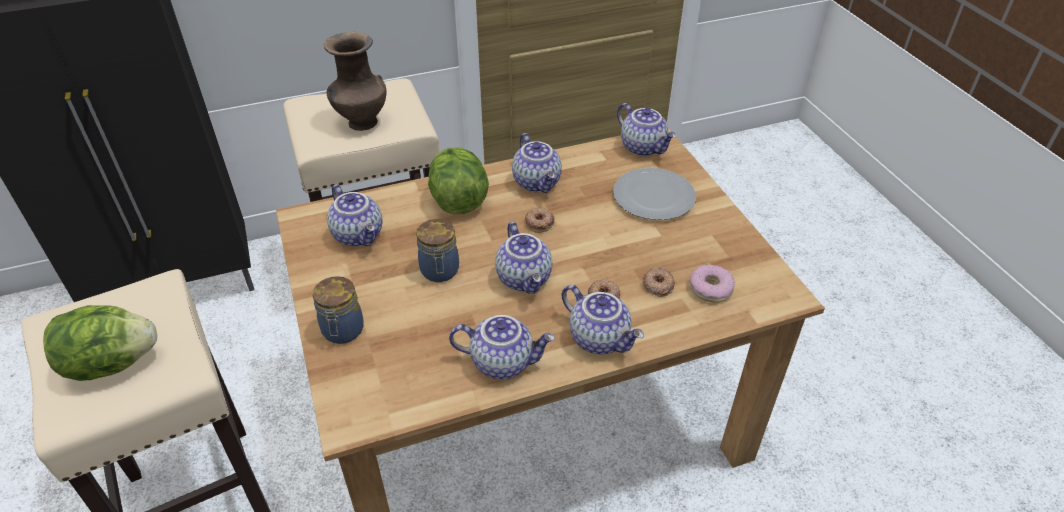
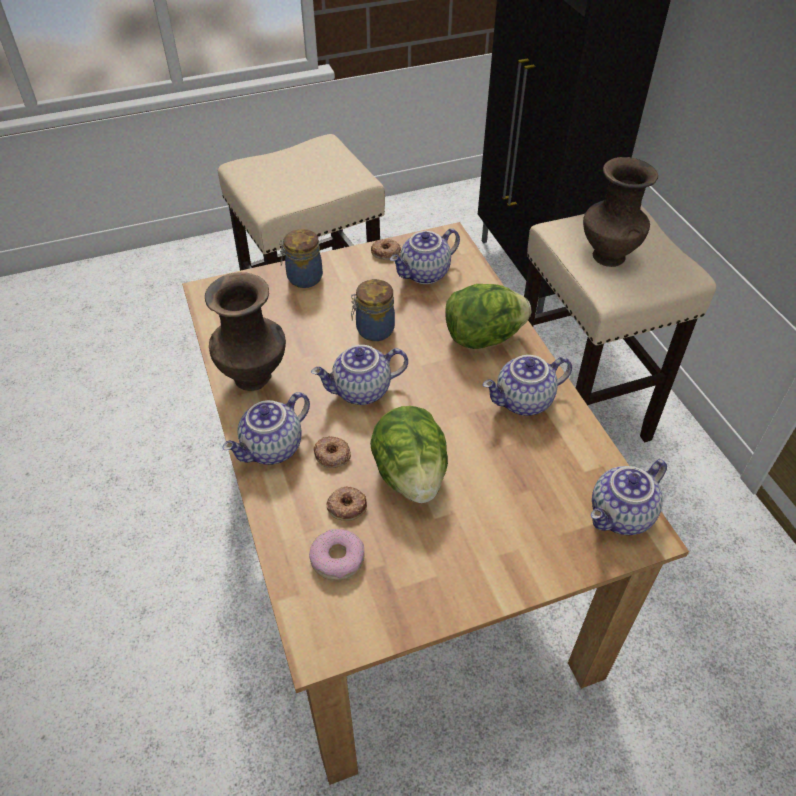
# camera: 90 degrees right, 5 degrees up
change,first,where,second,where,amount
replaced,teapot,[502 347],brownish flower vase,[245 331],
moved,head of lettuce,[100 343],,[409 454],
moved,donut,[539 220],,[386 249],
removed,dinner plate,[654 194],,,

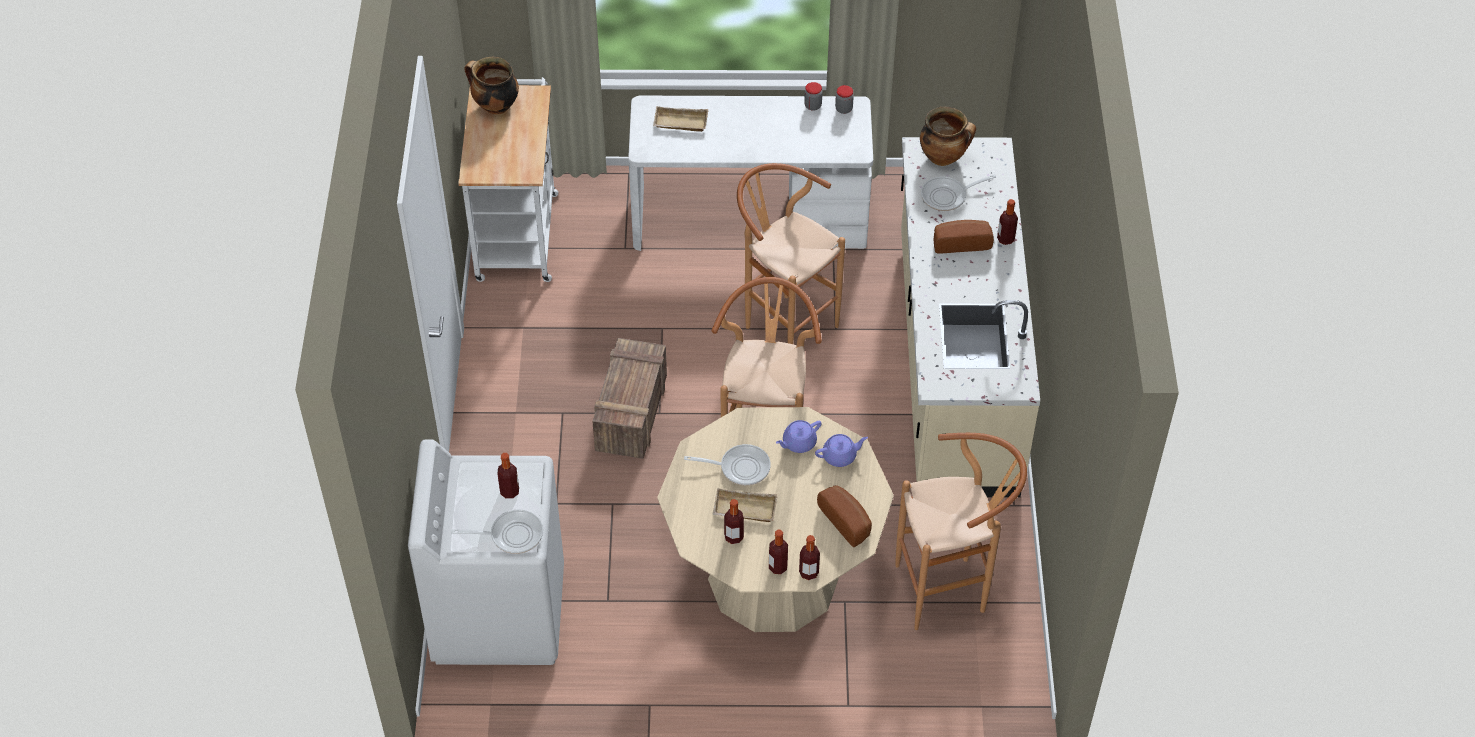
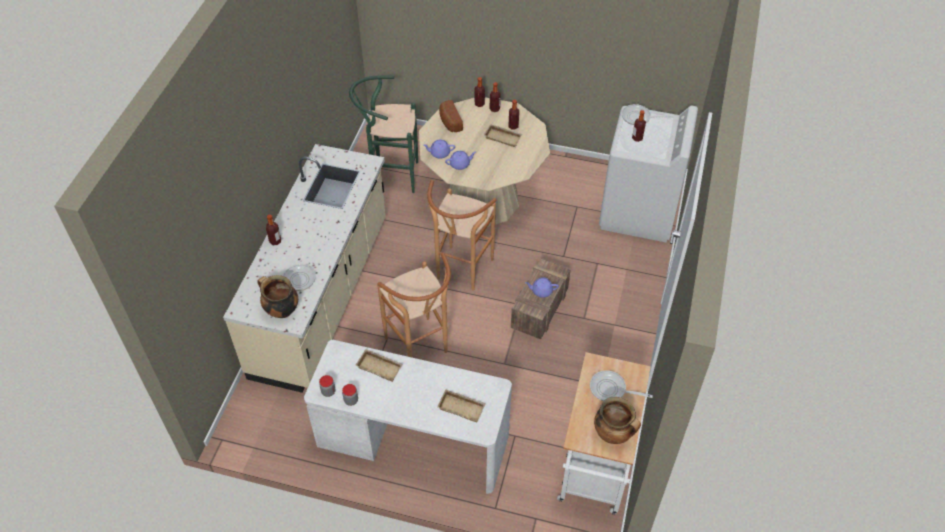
# camera: 165 degrees left, 0 degrees up
change,first,where,second,where,amount
recoloured,brownish stool seat,[961 531],green stool seat,[383 134],
added,,,beige-coloured serving tray,[379 365],
added,,,purple-coloured teapot,[542 287],
moved,skillet,[727 465],,[621 385],
removed,bread,[963 237],,,

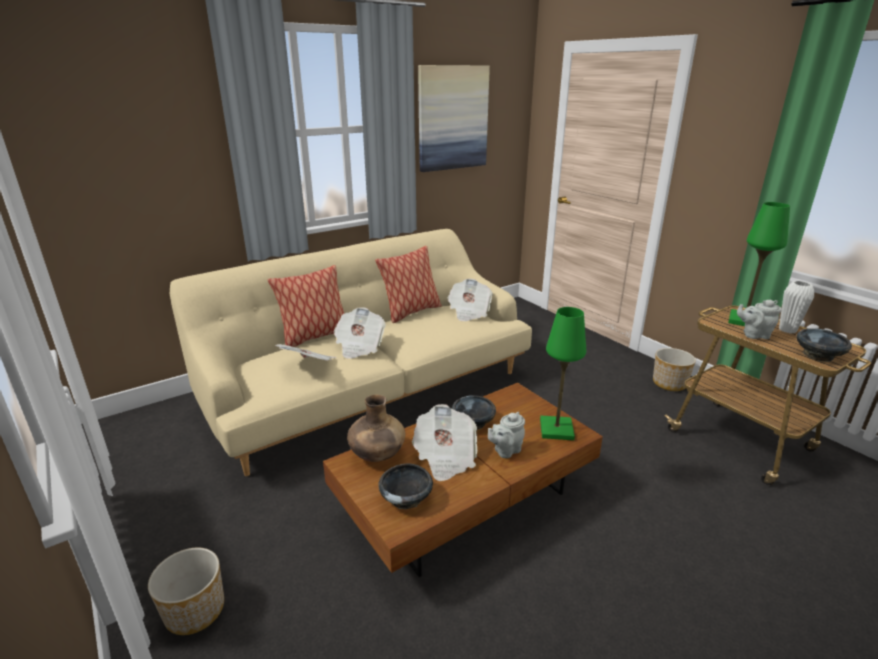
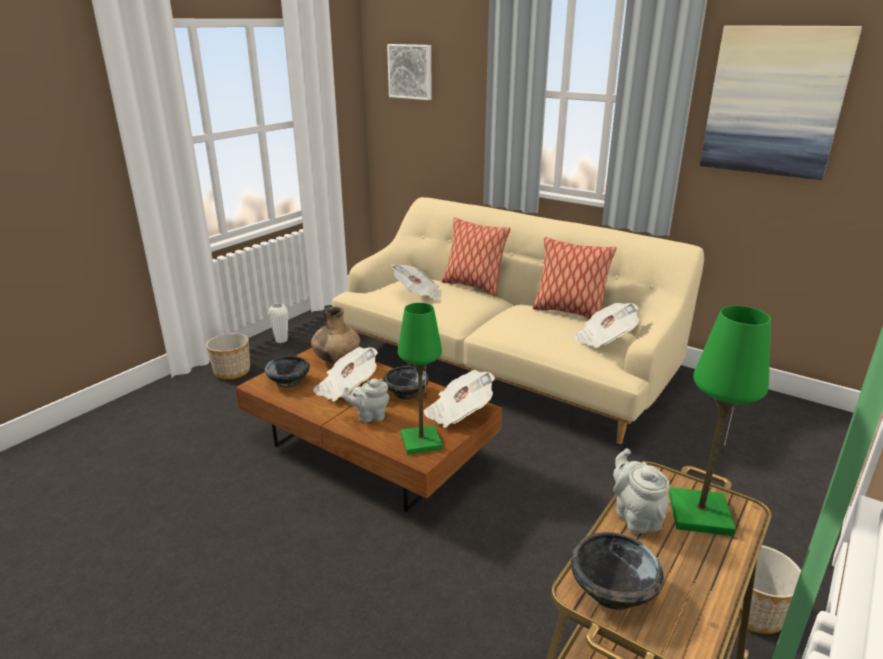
# camera: 70 degrees right, 0 degrees up
change,first,where,second,where,amount
moved,whitish flower vase,[796 307],,[278 323],
turned,gray teapot,[506 435],,[366 401],45 degrees counterclockwise
added,,,wall picture,[409 72],
moved,daily paper,[360 333],,[459 399],

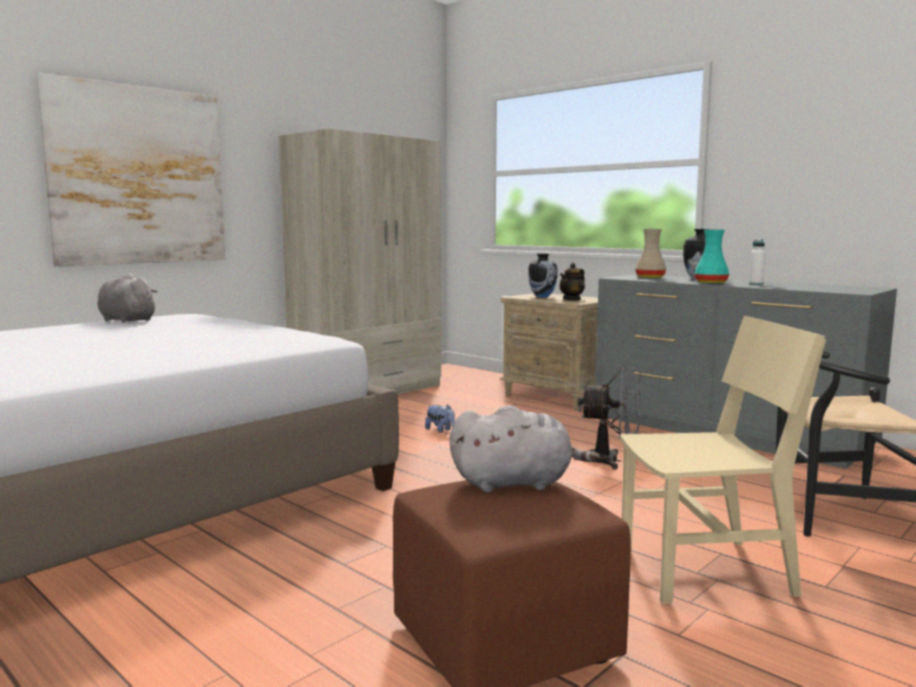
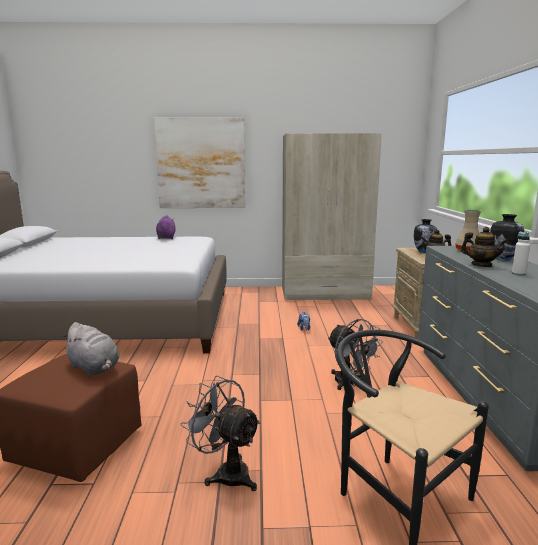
# camera: 45 degrees right, 5 degrees up
change,first,where,second,where,amount
recoloured,gray soft toy,[127 298],purple-coloured soft toy,[166 227],
replaced,beige-coloured chair,[723 460],gray electric fan,[221 433],
replaced,blue-green flower vase,[711 257],teapot,[484 247],

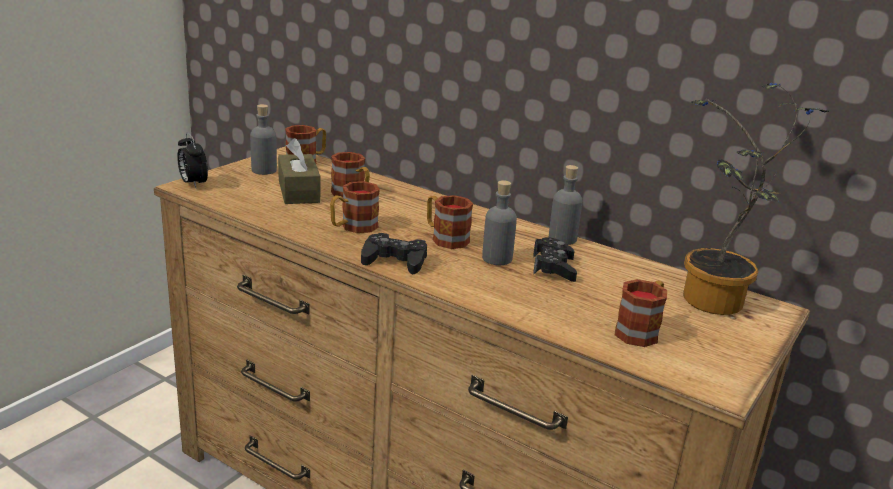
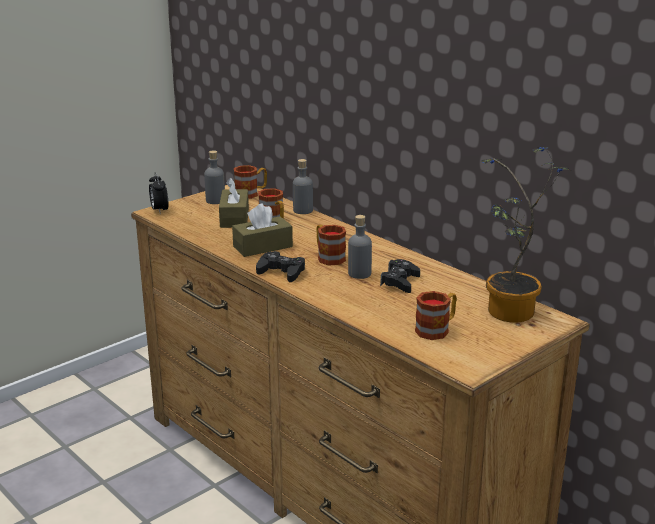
# camera: 15 degrees right, 0 degrees up
change,first,where,second,where,amount
replaced,tea mug,[355 207],brownish box of tissues,[262 230],
moved,gray bottle,[565 205],,[303 186],

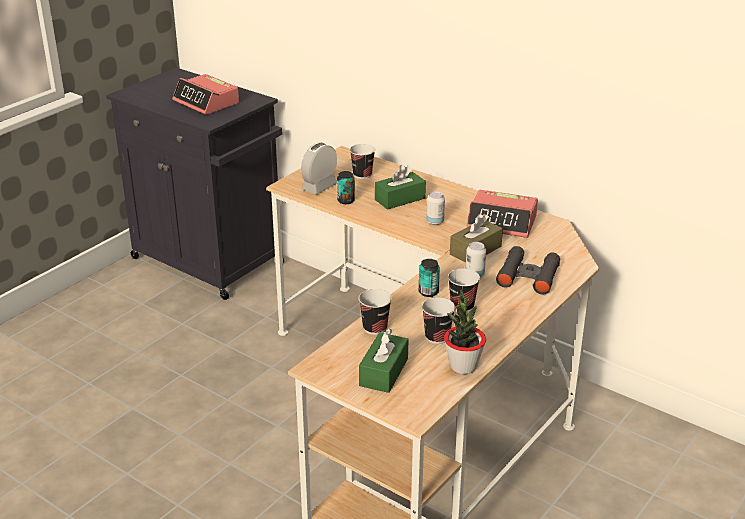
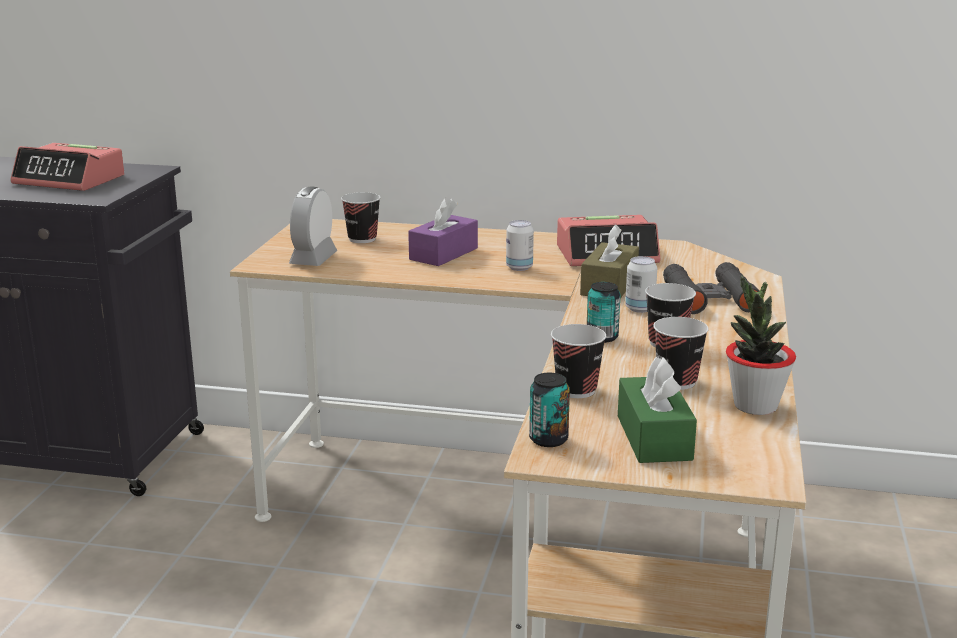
# camera: 25 degrees left, 10 degrees down
change,first,where,second,where,amount
recoloured,green box of tissues,[400 187],purple-coloured box of tissues,[443 231],
moved,metal can,[346 187],,[549 410],

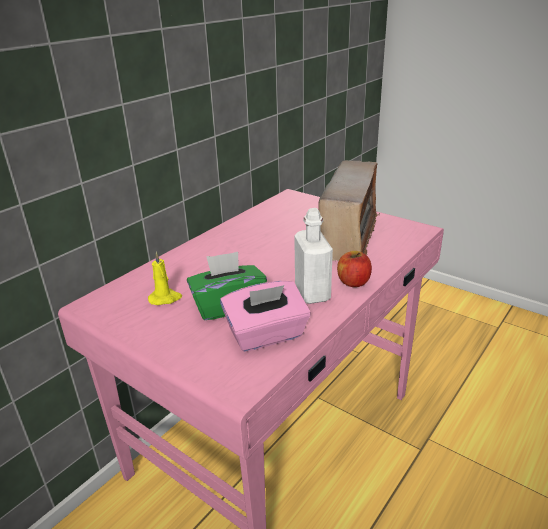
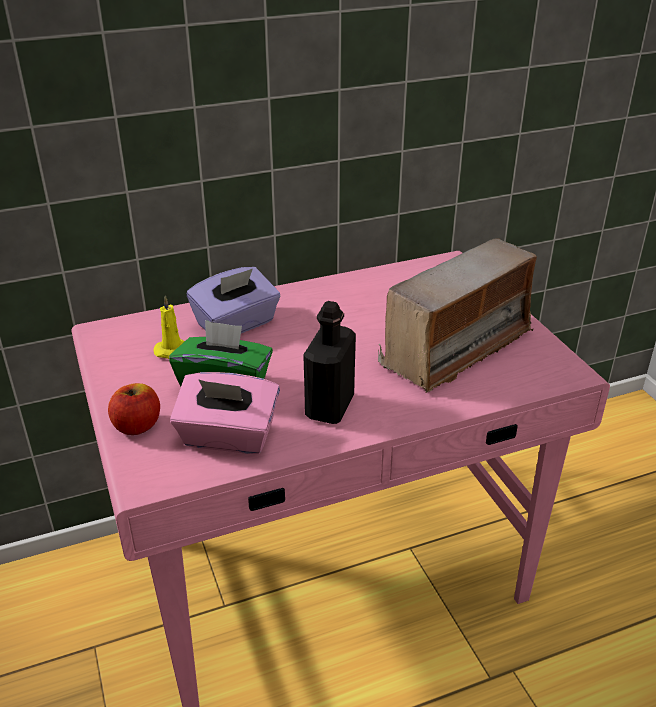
# camera: 30 degrees right, 5 degrees up
change,first,where,second,where,amount
moved,apple,[354 269],,[134 409],
added,,,purple-coloured box of tissues,[234 300],
recoloured,whitish bottle,[313 256],black bottle,[329 362],

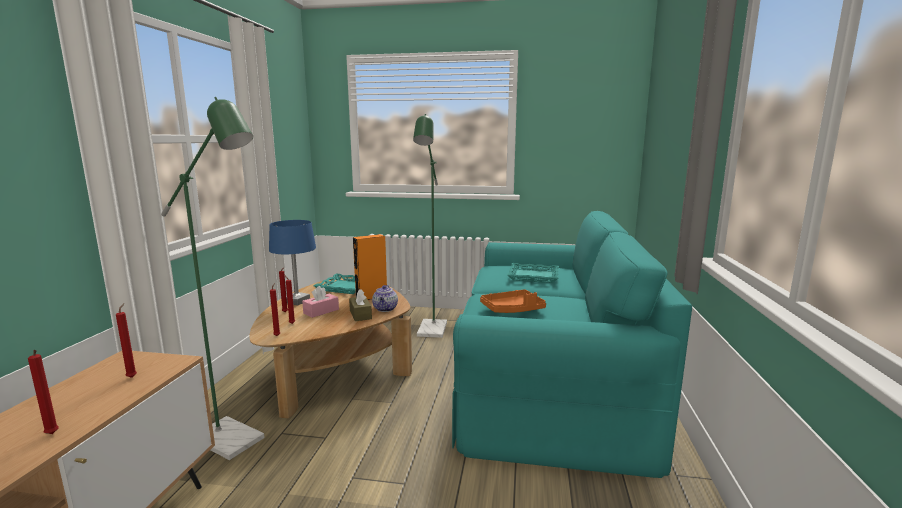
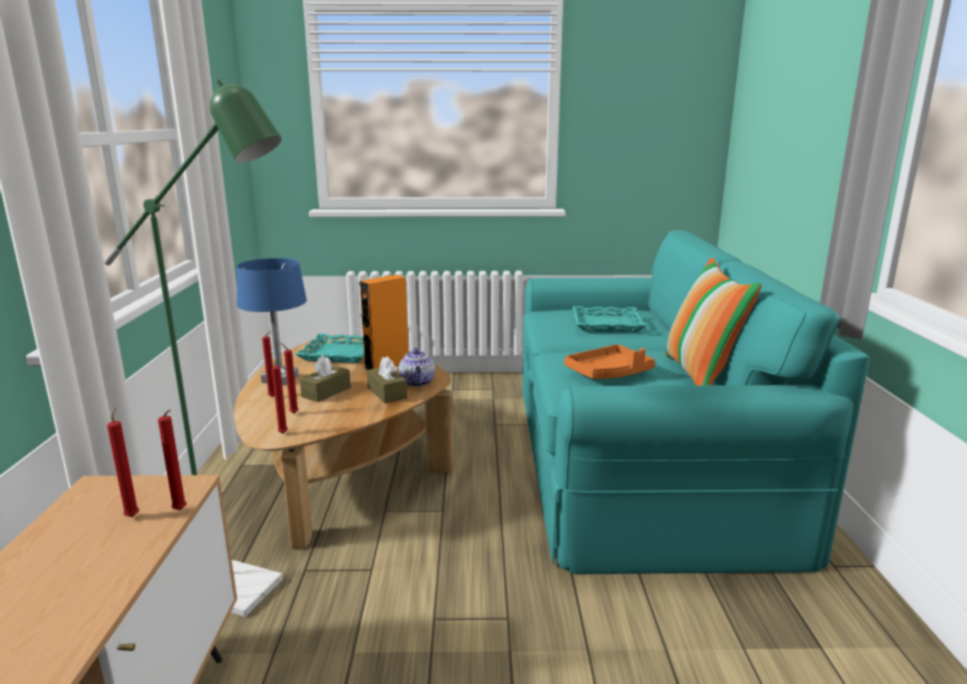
# camera: 10 degrees left, 5 degrees up
change,first,where,second,where,amount
moved,reddish wax candle,[43 392],,[172 459],
recoloured,pinkish box of tissues,[320 302],brownish box of tissues,[325 378],
added,,,pillow,[713 321],
removed,green standing lamp,[430 226],,,

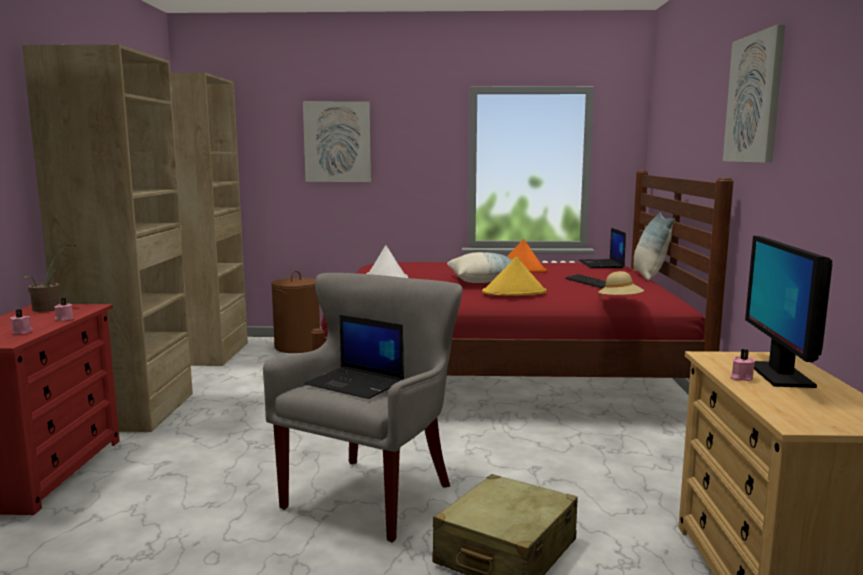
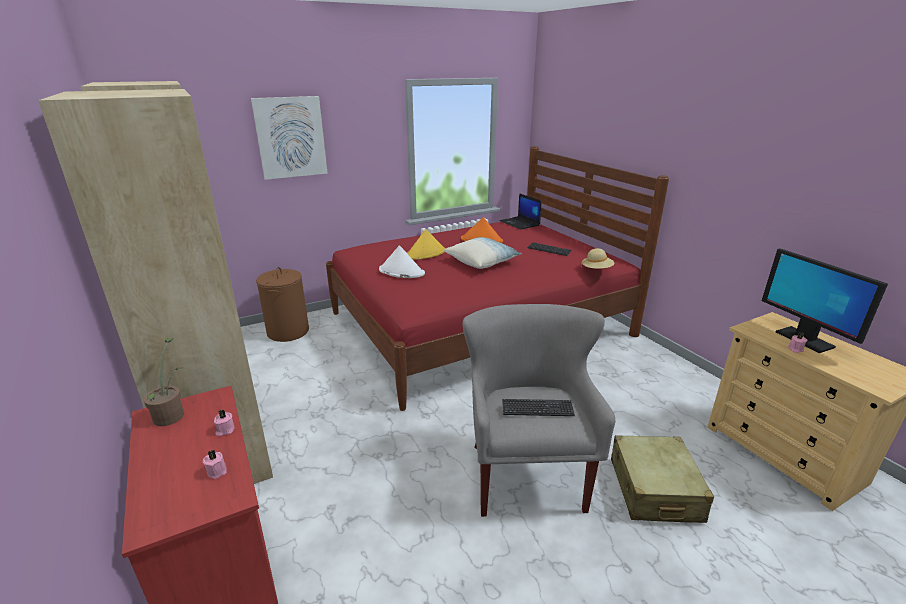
# camera: 30 degrees left, 15 degrees up
change,first,where,second,where,amount
moved,yellowish wearable hat,[514 275],,[426 244],
replaced,laptop,[354 357],computer keyboard,[538 407],
removed,pillow,[654 246],,,
removed,wall picture,[754 93],,,

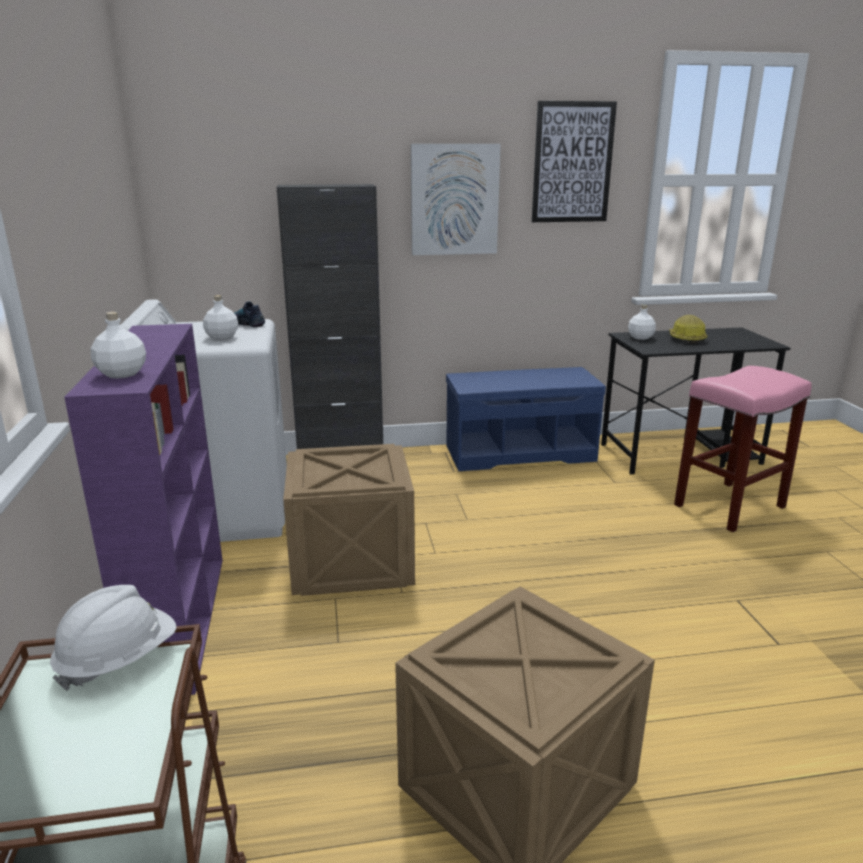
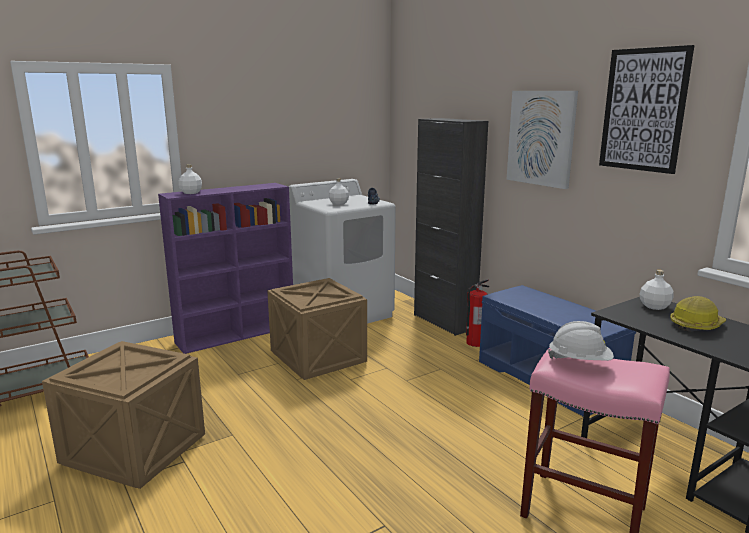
# camera: 65 degrees right, 5 degrees down
change,first,where,second,where,amount
added,,,extinguisher,[477 313],
moved,whitish work helmet,[113 638],,[581 341],

